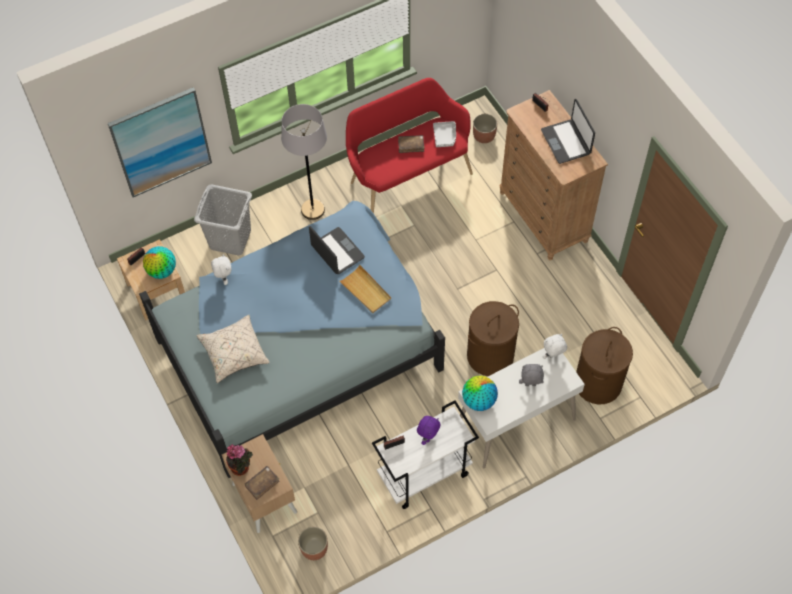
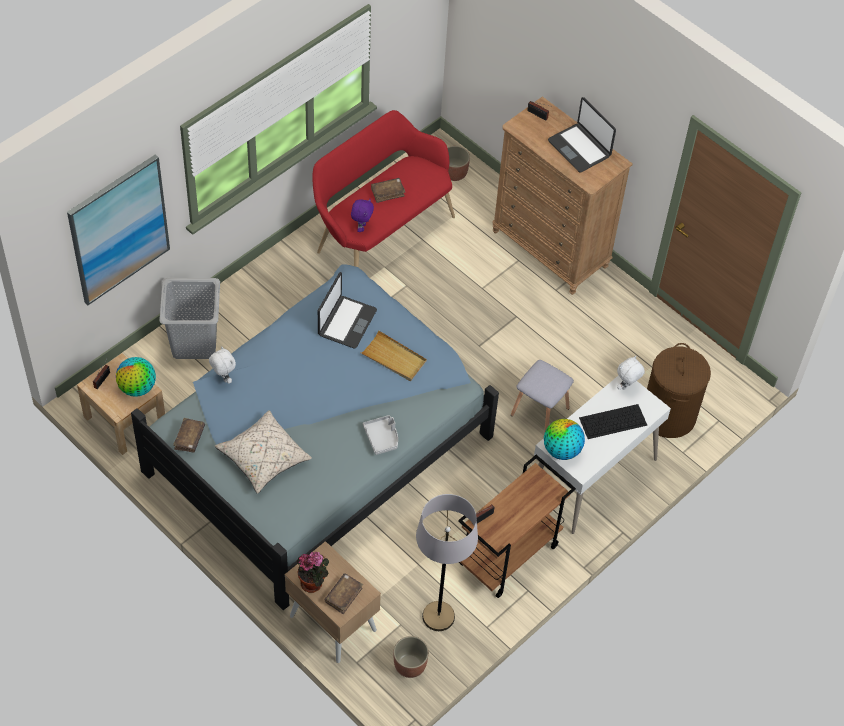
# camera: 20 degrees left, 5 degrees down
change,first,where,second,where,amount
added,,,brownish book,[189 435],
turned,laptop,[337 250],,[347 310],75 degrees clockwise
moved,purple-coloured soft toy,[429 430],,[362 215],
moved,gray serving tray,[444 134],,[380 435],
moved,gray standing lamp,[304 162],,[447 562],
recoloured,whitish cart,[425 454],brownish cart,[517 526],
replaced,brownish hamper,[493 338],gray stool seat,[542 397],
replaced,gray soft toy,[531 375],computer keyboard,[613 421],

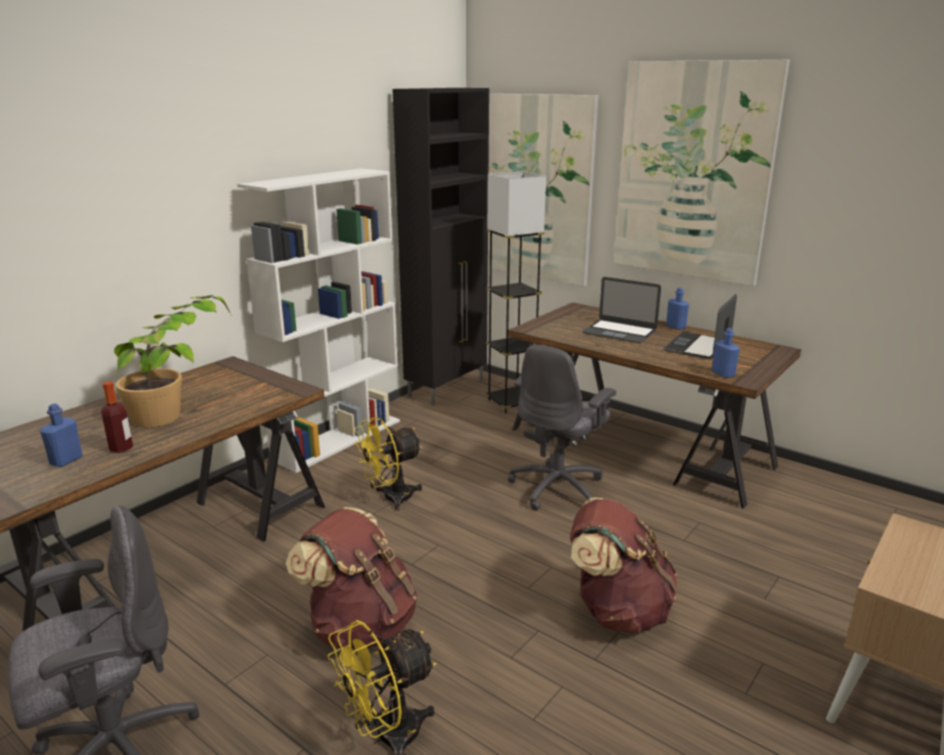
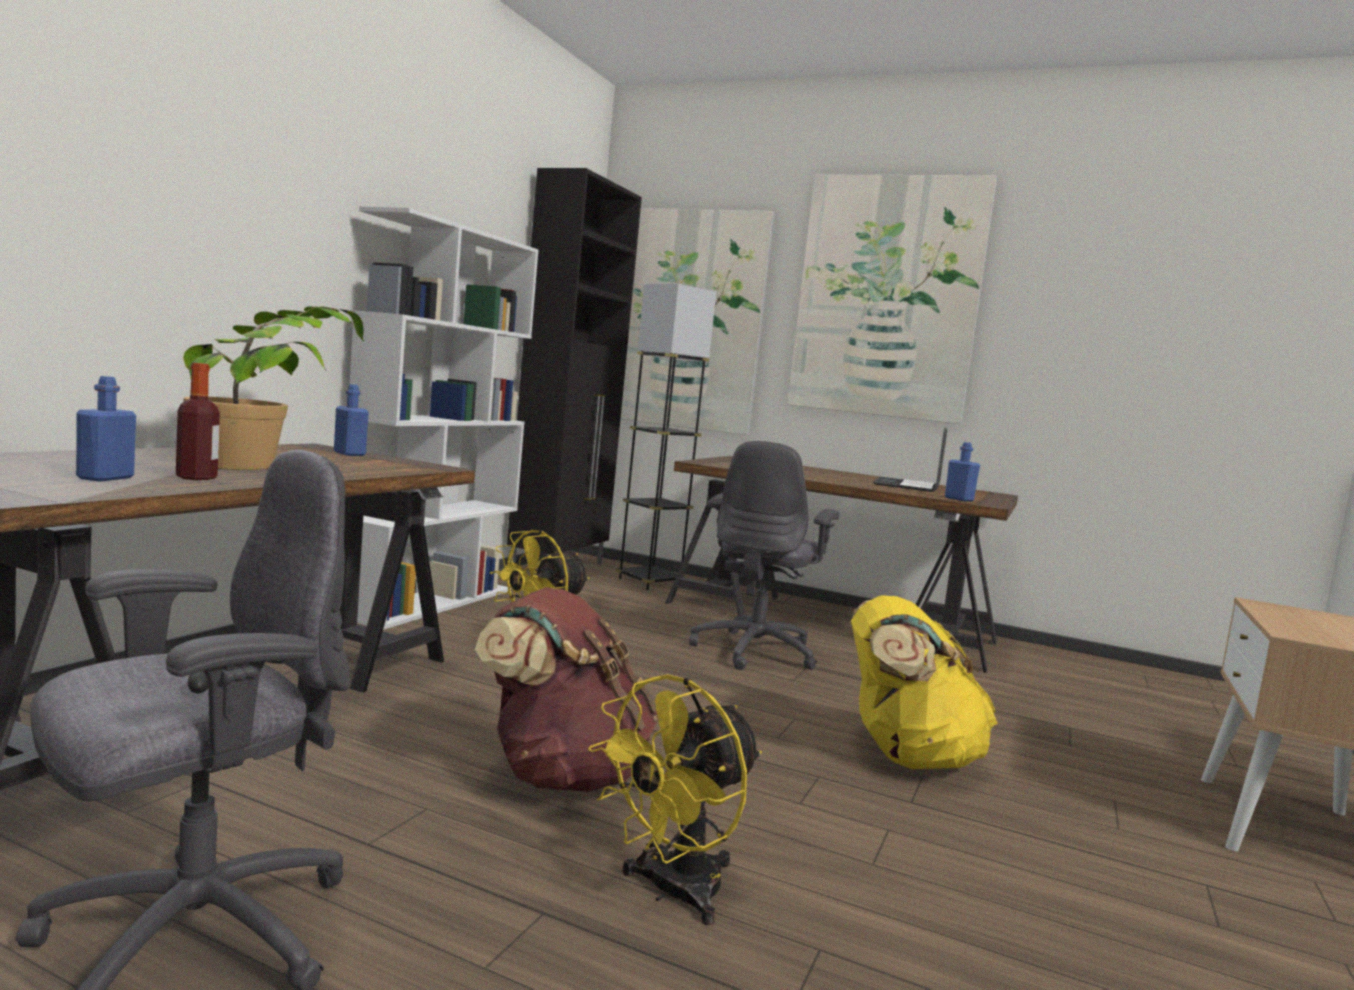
# camera: 15 degrees left, 15 degrees down
change,first,where,second,where,amount
moved,blue bottle,[677 309],,[351 420],
recoloured,brownish backpack,[623 566],yellowish backpack,[924 682],
removed,laptop,[621 310],,,

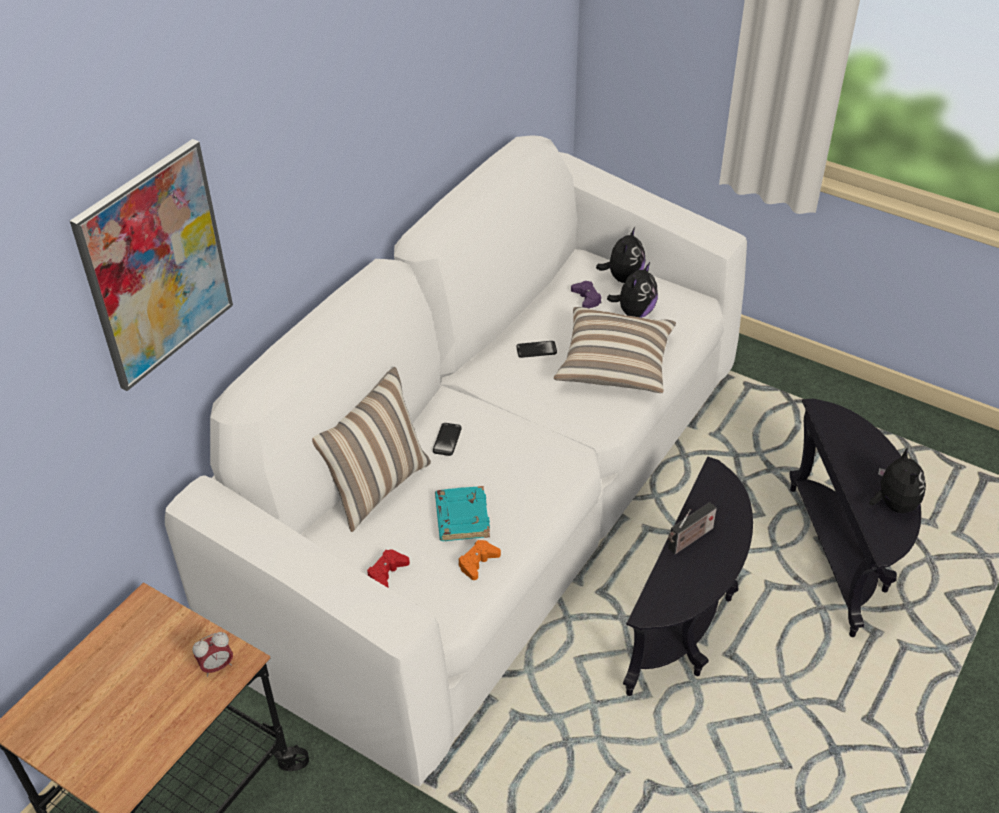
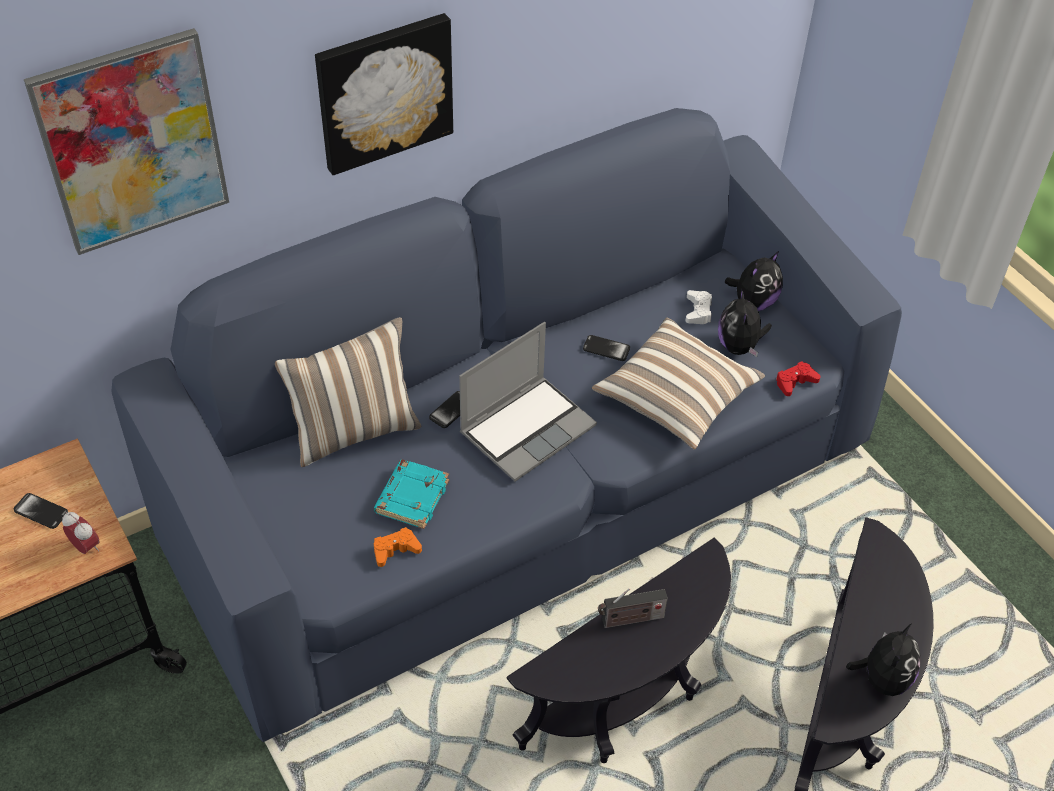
# camera: 25 degrees right, 5 degrees up
change,first,where,second,where,amount
added,,,telephone,[41 511],
turned,alarm clock,[213 654],,[81 533],135 degrees counterclockwise
recoloured,whitish sofa,[456 460],blue sofa,[506 425],
added,,,wall picture,[384 94],
added,,,laptop,[528 402],
recoloured,purple-coloured game controller,[586 294],whitish game controller,[698 307],
turned,soft toy,[632 290],,[745 322],120 degrees clockwise
moved,reddish game controller,[388 569],,[798 378],

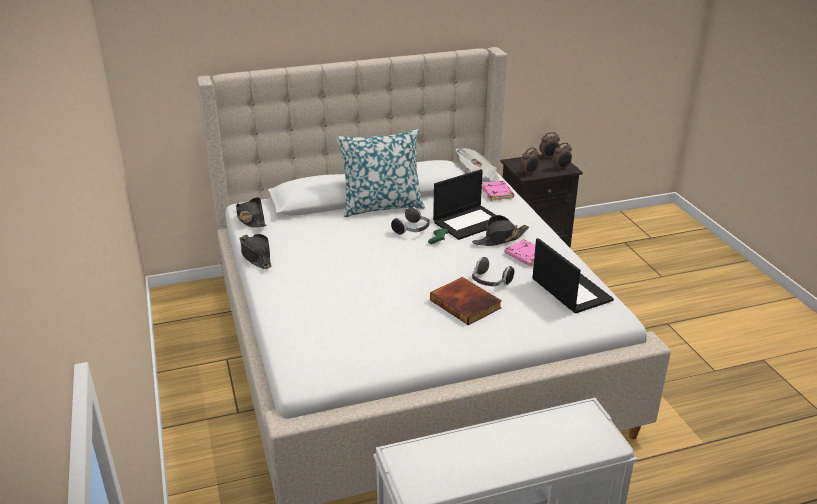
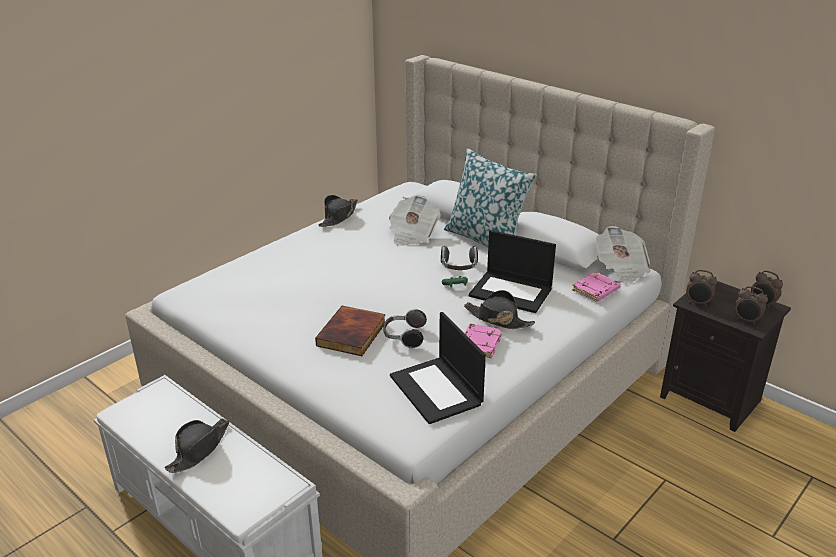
# camera: 60 degrees right, 0 degrees up
change,first,where,second,where,amount
moved,black wearable hat,[251 212],,[196 445],
added,,,daily paper,[415 220],
turned,laptop,[573 276],,[438 368],120 degrees clockwise

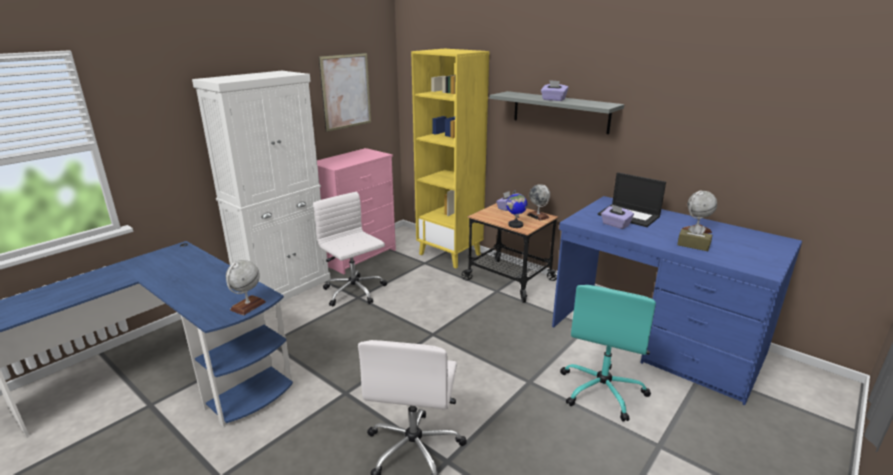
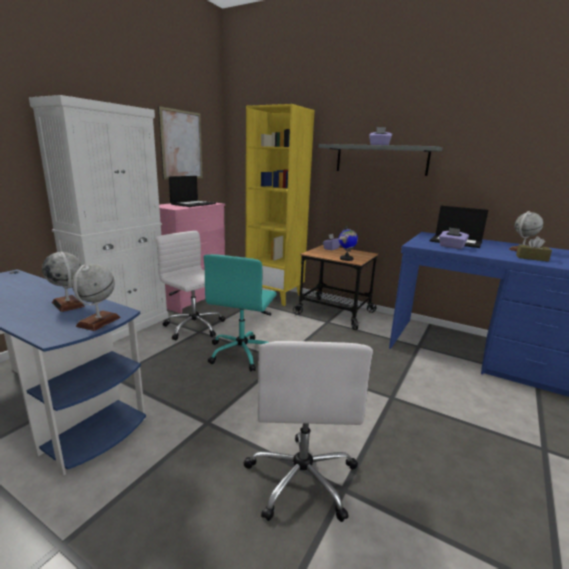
# camera: 10 degrees left, 5 degrees down
change,first,where,second,where,amount
moved,globe,[538 202],,[63 282],
added,,,laptop,[192 191],
moved,blue-green office chair,[608 353],,[240 312],

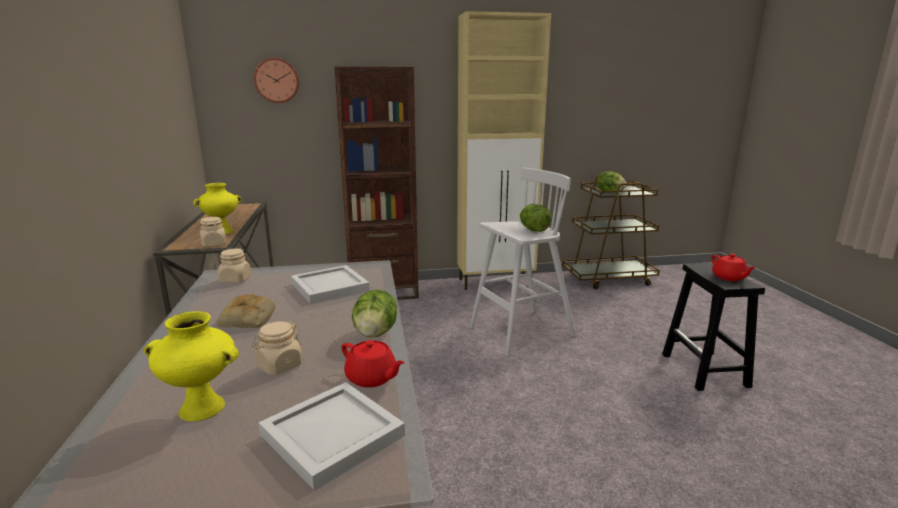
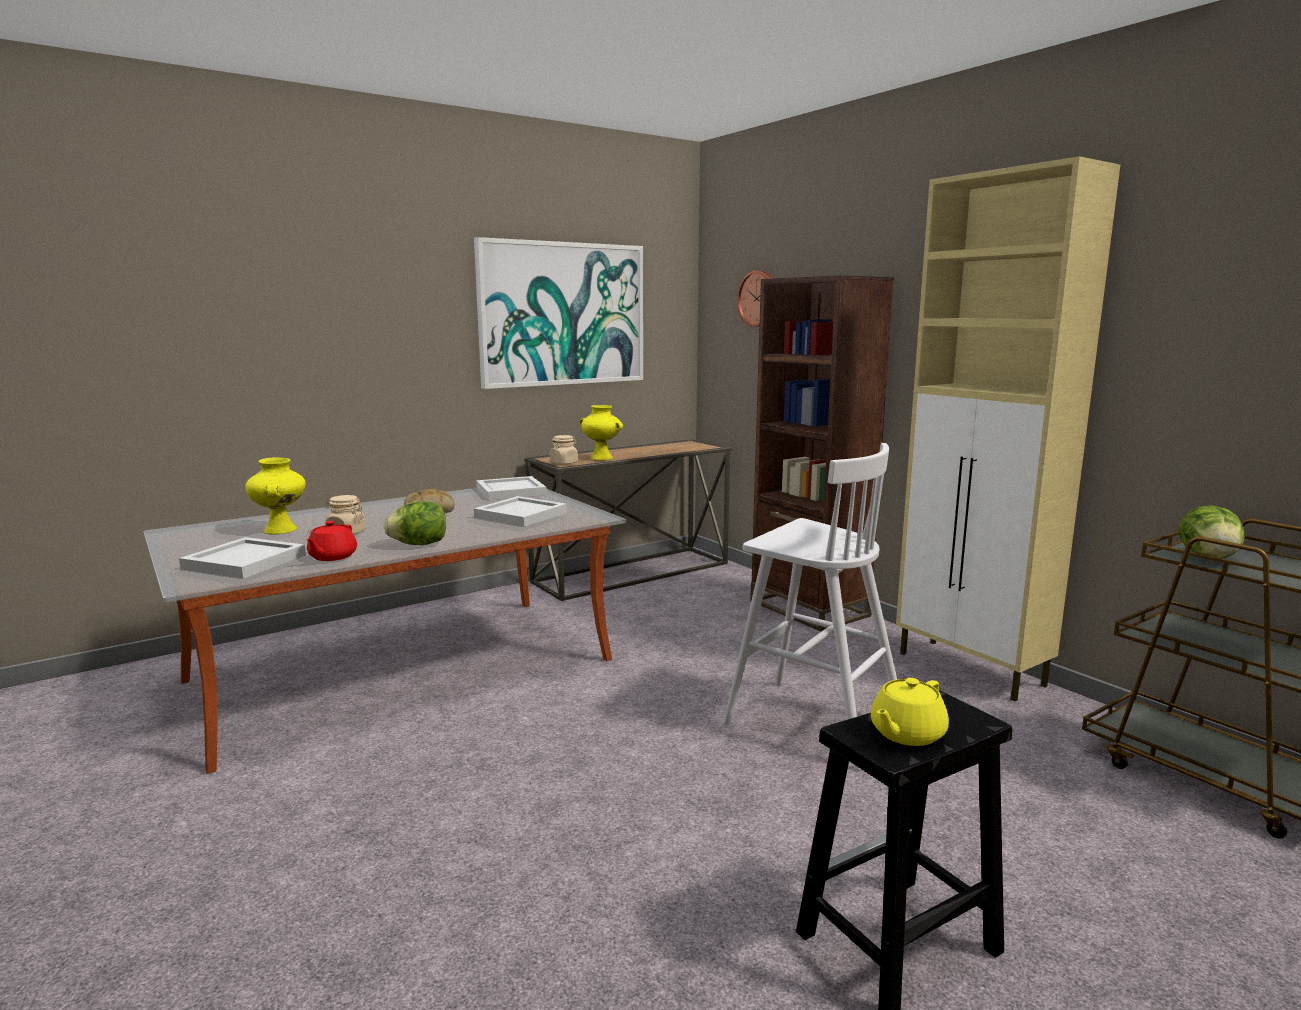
# camera: 65 degrees right, 5 degrees down
change,first,where,second,where,amount
added,,,wall picture,[558 313],
replaced,beige-coloured preserve jar,[234 265],whitish serving tray,[511 488],
recoloured,reddish teapot,[733 267],yellowish teapot,[909 712],
removed,head of lettuce,[536 218],,,

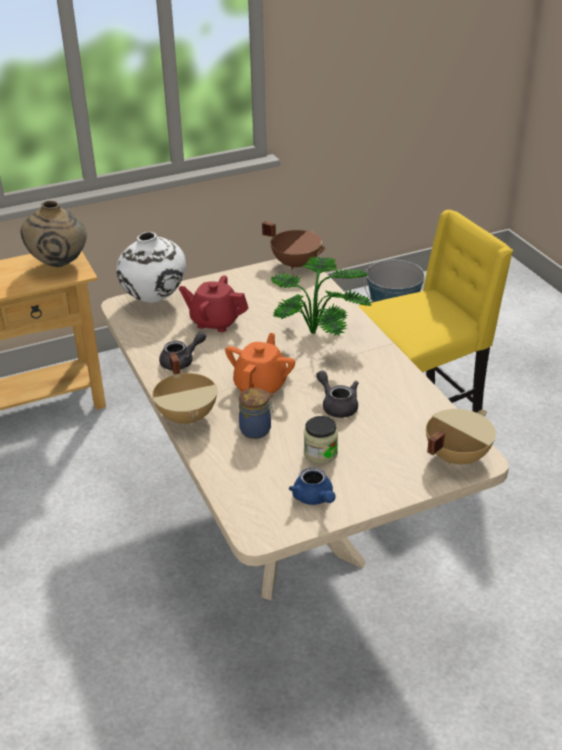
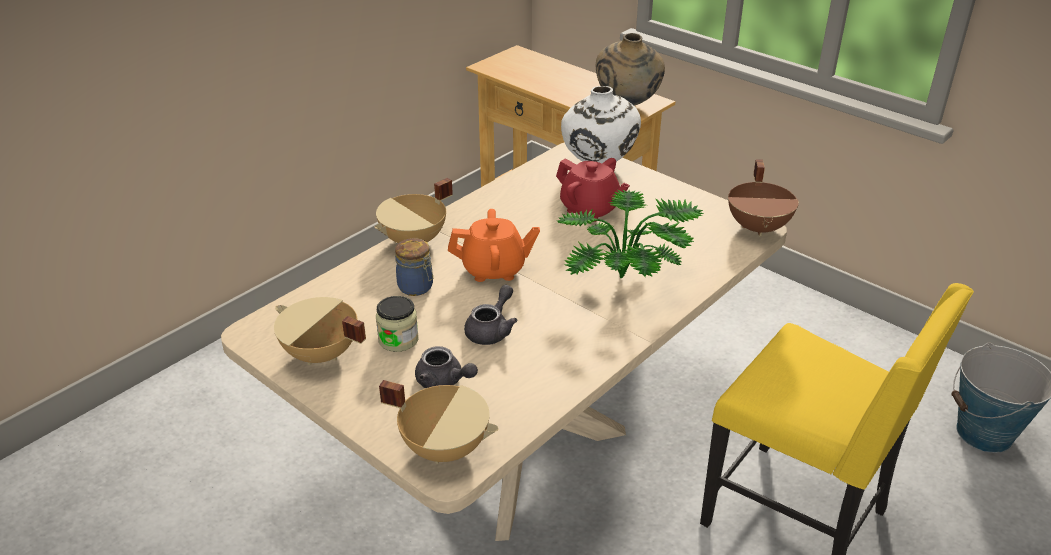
# camera: 65 degrees right, 0 degrees up
change,first,where,second,where,amount
replaced,blue teapot,[312 486],beige-coloured stockpot,[320 331],
moved,gray teapot,[182 351],,[446 367],
turned,reddish teapot,[213 303],,[593 190],135 degrees clockwise

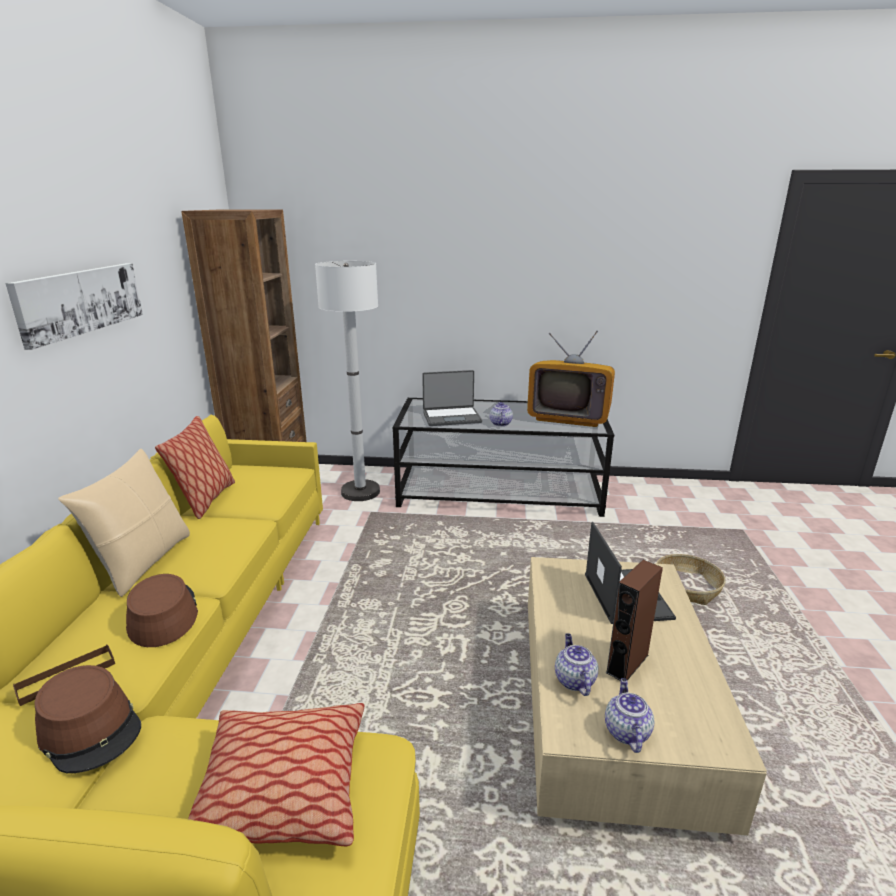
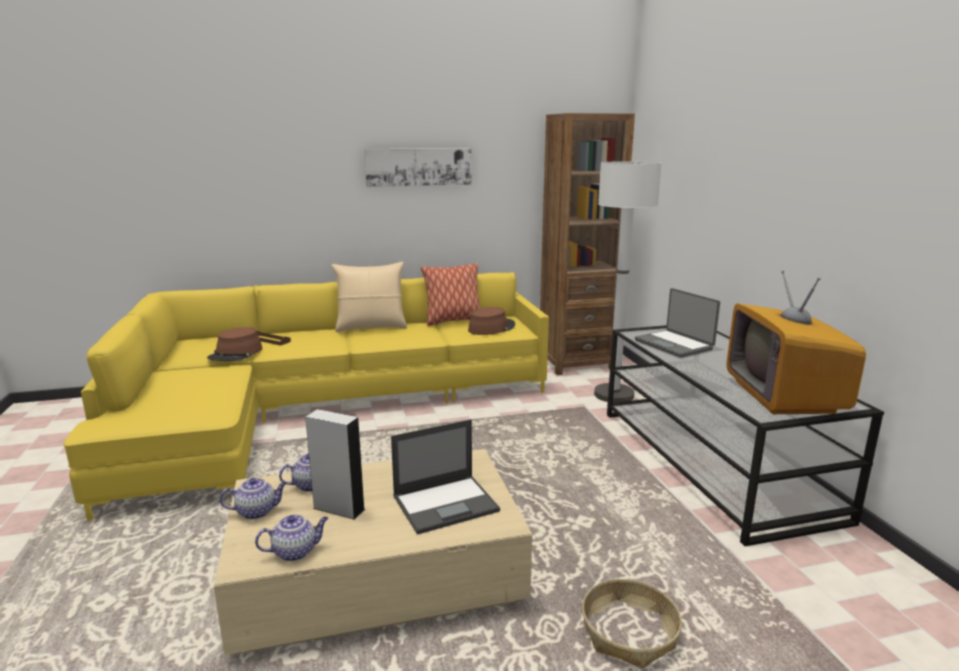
# camera: 70 degrees right, 5 degrees down
change,first,where,second,where,amount
moved,teapot,[501 414],,[292 538],
recoloured,brownish loudspeaker,[634 620],gray loudspeaker,[335 464],
moved,brownish wearable hat,[162 610],,[491 321],
removed,pillow,[276 774],,,

